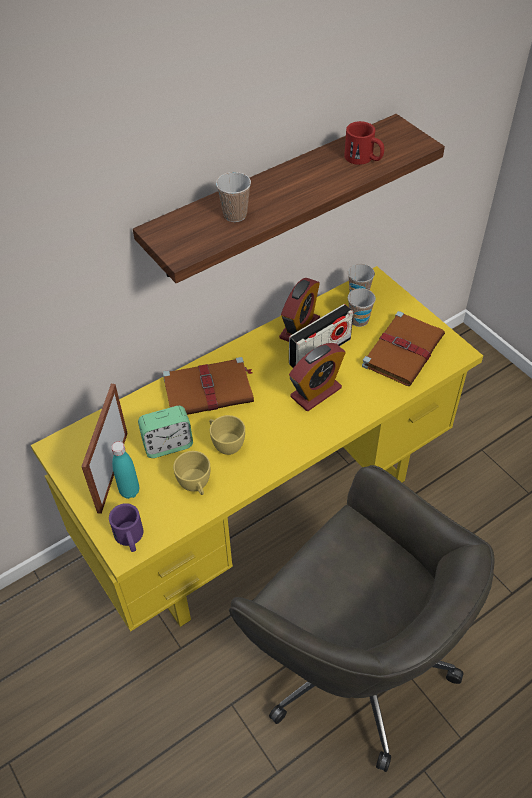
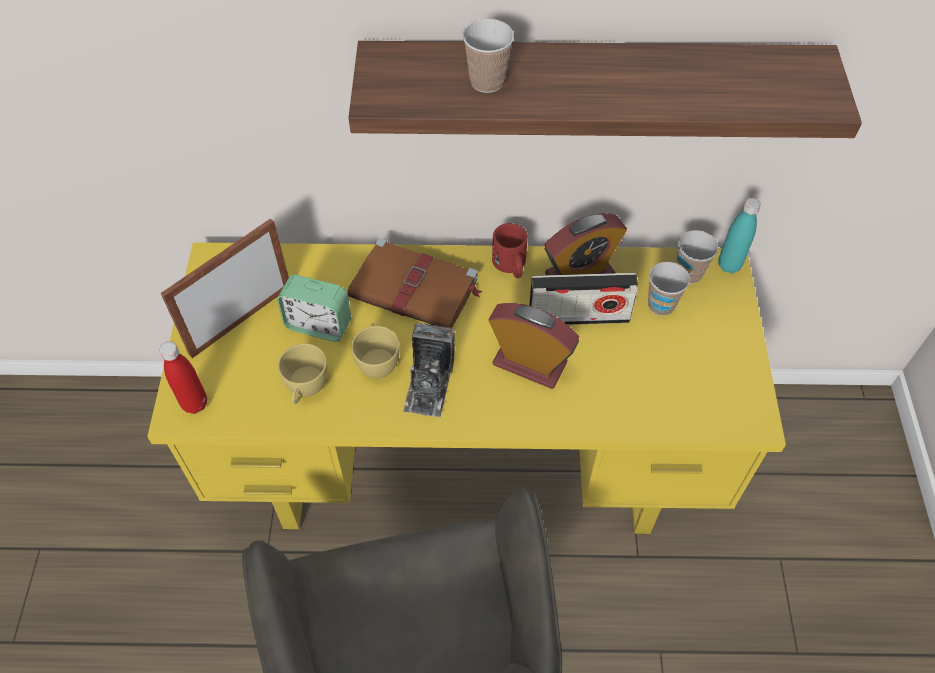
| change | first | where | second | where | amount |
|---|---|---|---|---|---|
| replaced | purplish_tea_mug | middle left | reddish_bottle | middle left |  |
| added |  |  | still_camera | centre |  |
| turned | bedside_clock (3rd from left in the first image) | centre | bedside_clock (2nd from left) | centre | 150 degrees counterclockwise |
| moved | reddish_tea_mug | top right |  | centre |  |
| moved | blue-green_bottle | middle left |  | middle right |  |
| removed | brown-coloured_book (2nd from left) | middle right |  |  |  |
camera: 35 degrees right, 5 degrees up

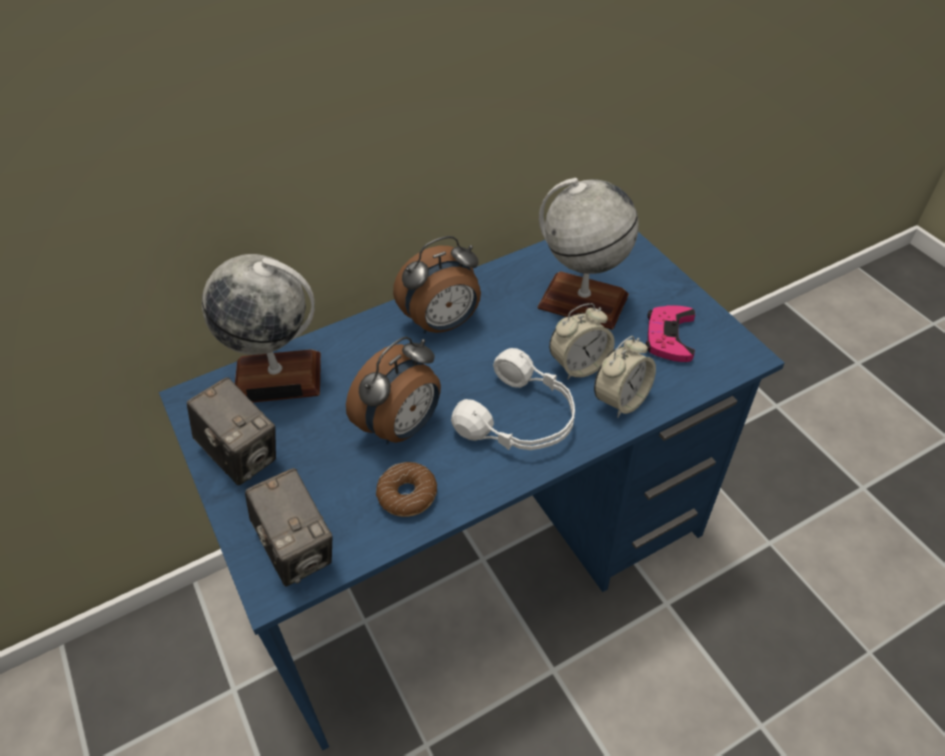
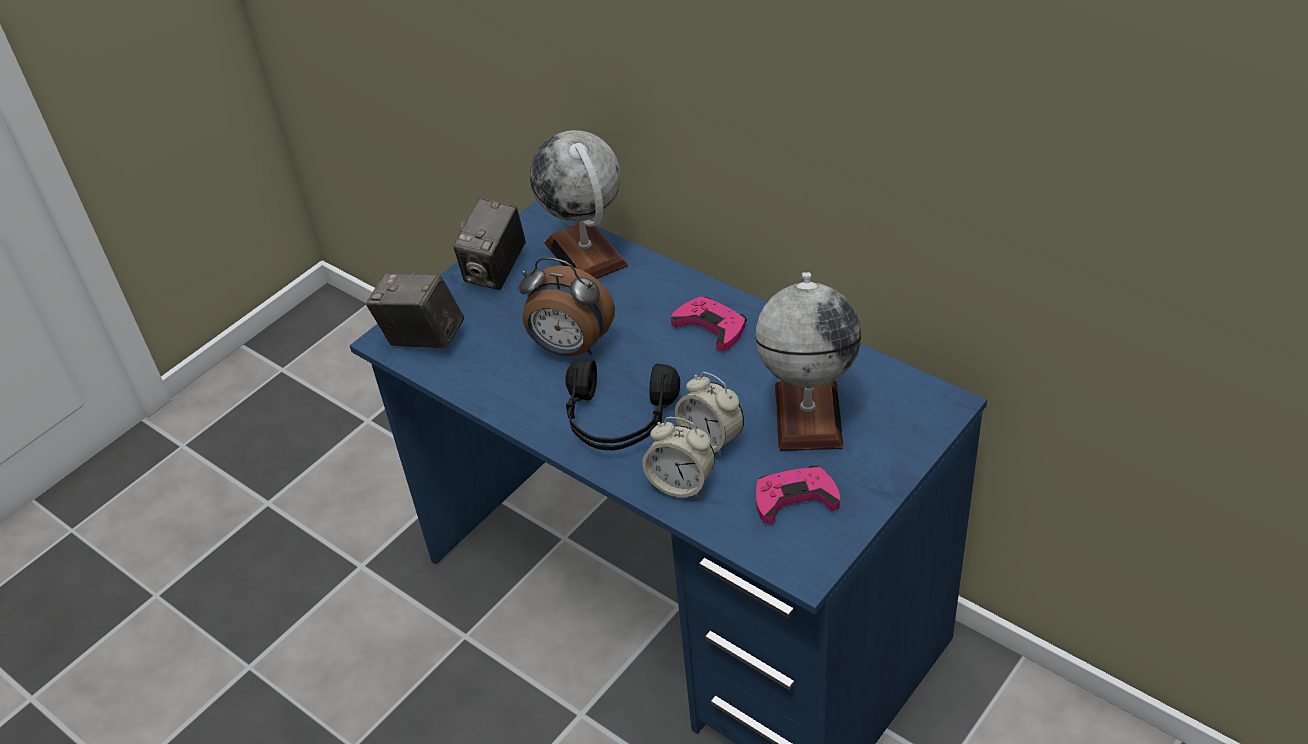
| change | first | where | second | where | amount |
|---|---|---|---|---|---|
| turned | still_camera (2nd from left in the first image) | bottom left | still_camera (1st from left) | middle left | 75 degrees clockwise |
| recoloured | white-coloured_pair_of_headphones | centre | black_pair_of_headphones | centre |  |
| replaced | bedside_clock (2nd from left) | centre | pinkish_game_controller (1st from left) | centre |  |
| removed | doughnut | centre |  |  |  |
camera: 70 degrees right, 5 degrees down

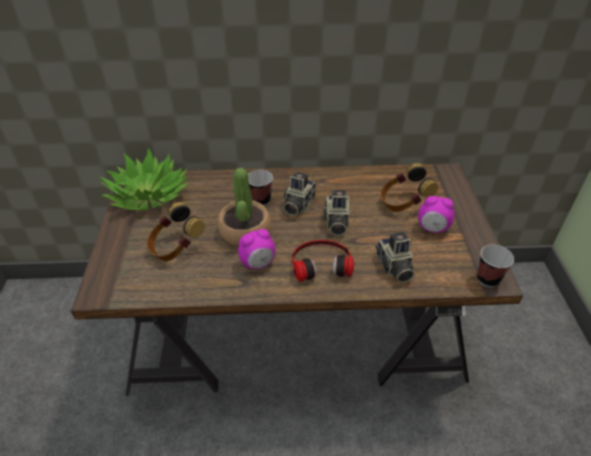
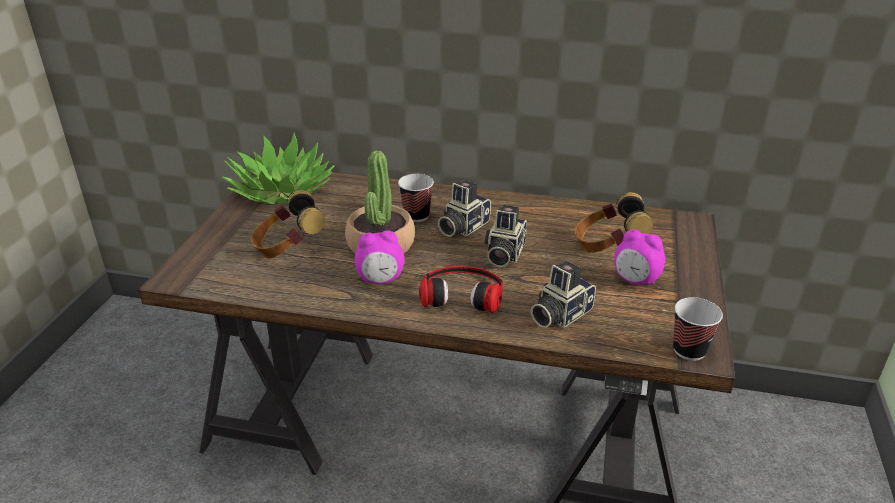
| change | first | where | second | where | amount |
|---|---|---|---|---|---|
| turned | still_camera (3rd from left) | middle right |  | centre | 45 degrees clockwise |
camera: 15 degrees right, 10 degrees down

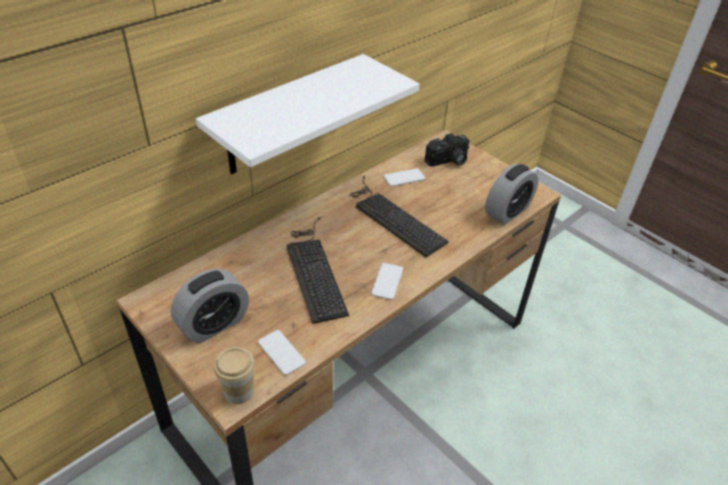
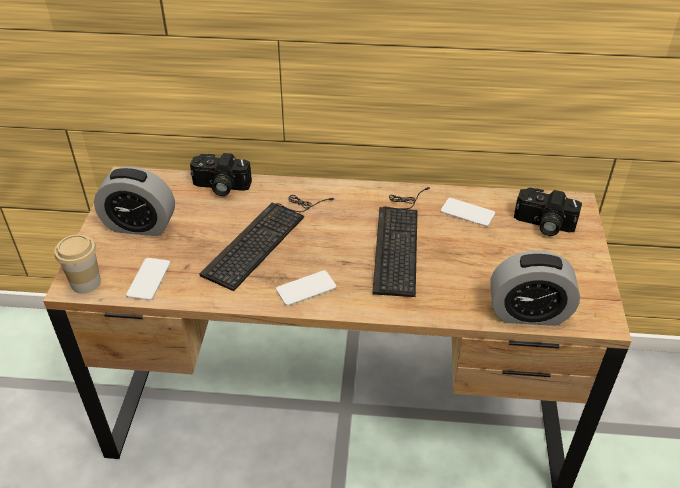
| change | first | where | second | where | amount |
|---|---|---|---|---|---|
| added |  |  | still_camera (1st from left) | middle left |  |
| removed | white-coloured_bracket_shelf | top centre |  |  |  |
camera: 50 degrees right, 0 degrees up

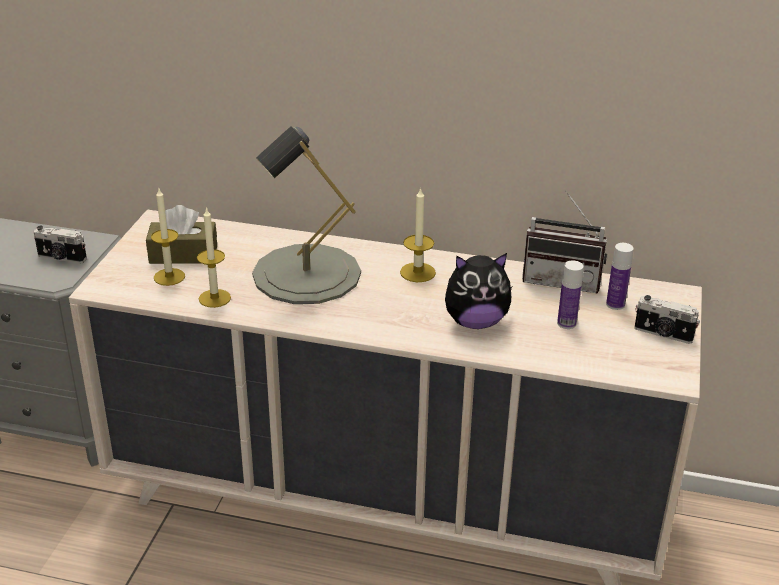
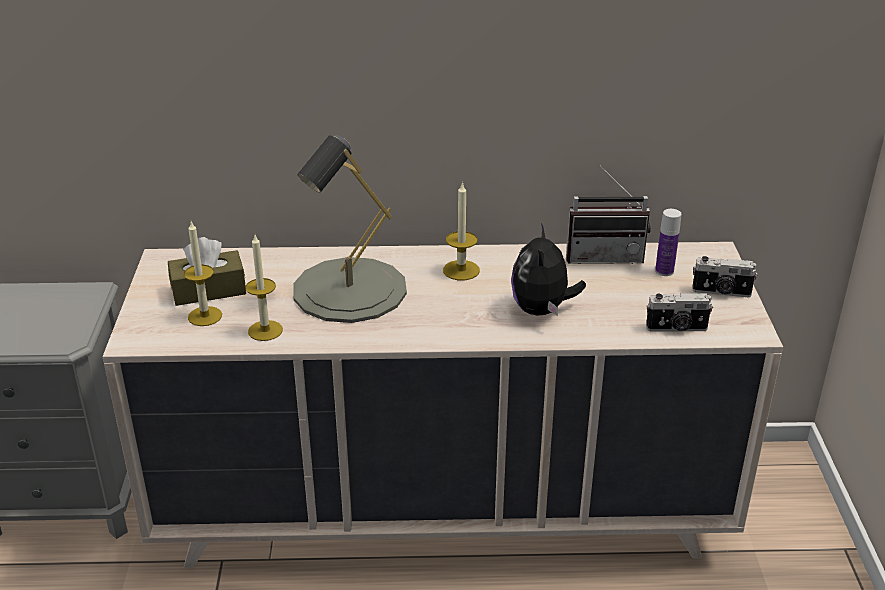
| change | first | where | second | where | amount |
|---|---|---|---|---|---|
| turned | plush_toy | centre |  | centre | 120 degrees clockwise |
| moved | still_camera (1st from left) | middle left |  | middle right |  |
| removed | bottle (1st from left) | middle right |  |  |  |
camera: 15 degrees left, 0 degrees up

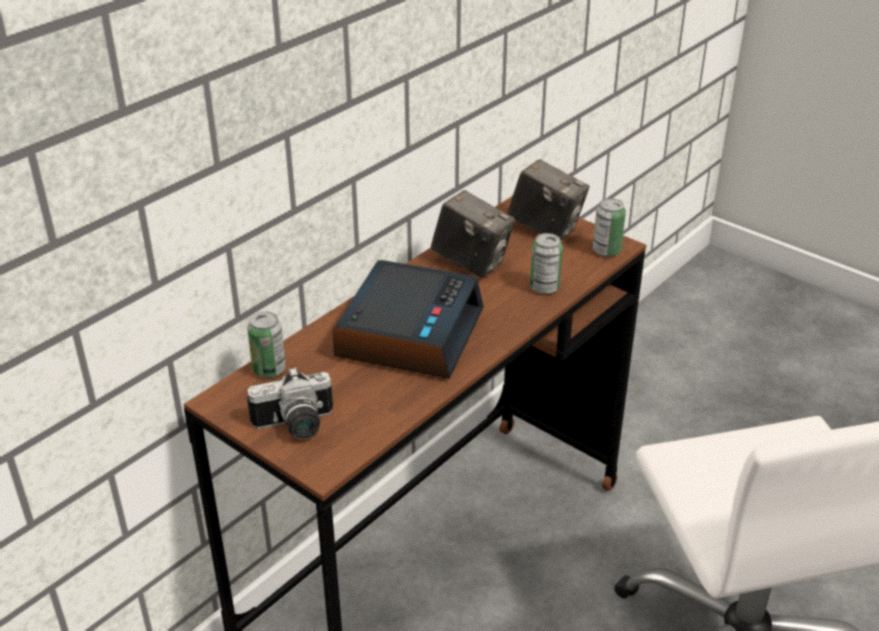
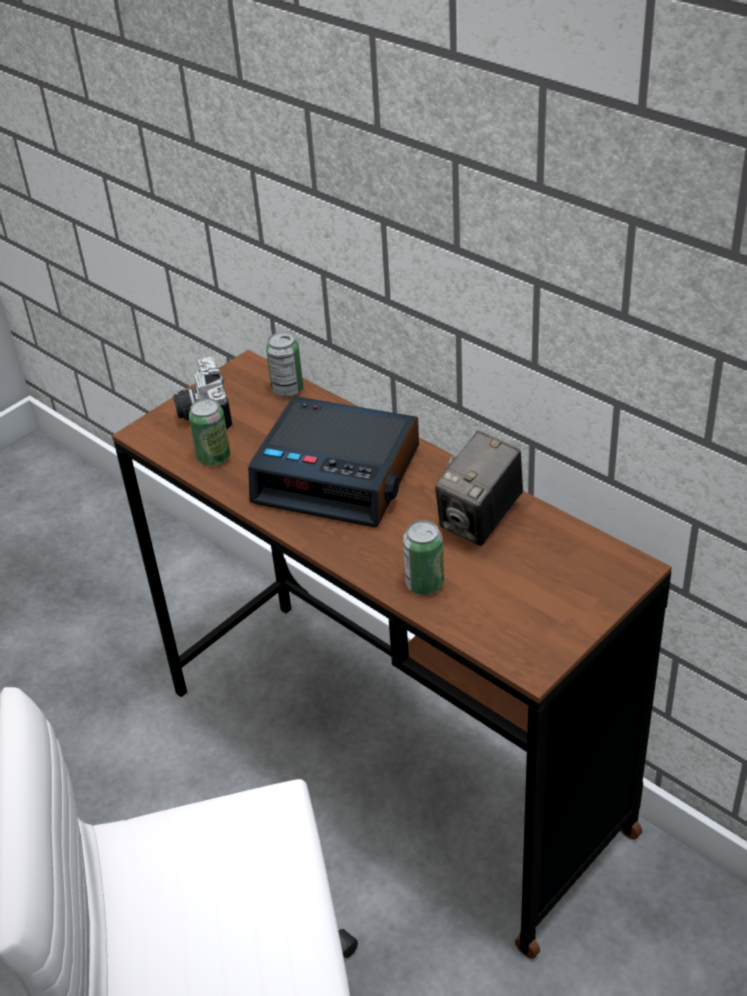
| change | first | where | second | where | amount |
|---|---|---|---|---|---|
| moved | sealed_can (3rd from left in the first image) | middle right | sealed_can (1st from left) | middle left |  |
| removed | still_camera (3rd from left) | top centre |  |  |  |
camera: 95 degrees right, 5 degrees up

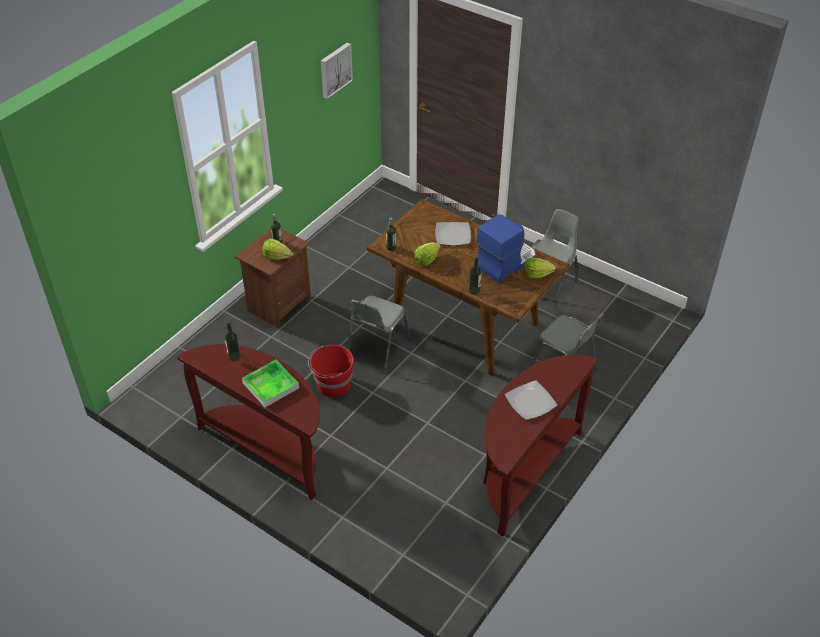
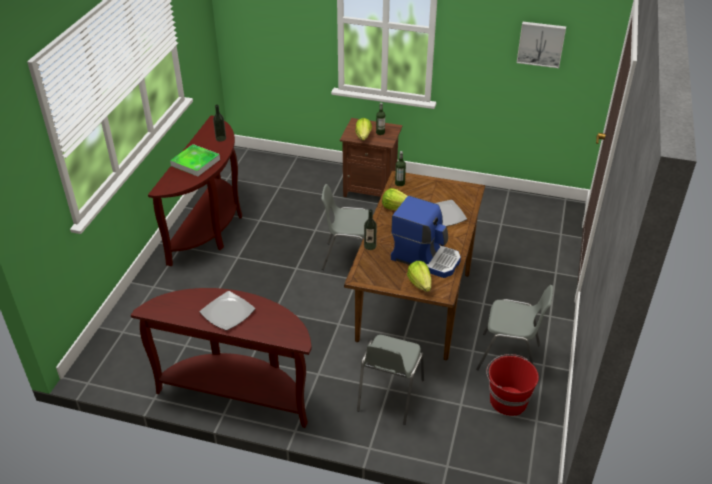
| change | first | where | second | where | amount |
|---|---|---|---|---|---|
| moved | reddish_water_bucket | centre |  | bottom right |  |
camera: 70 degrees right, 5 degrees down

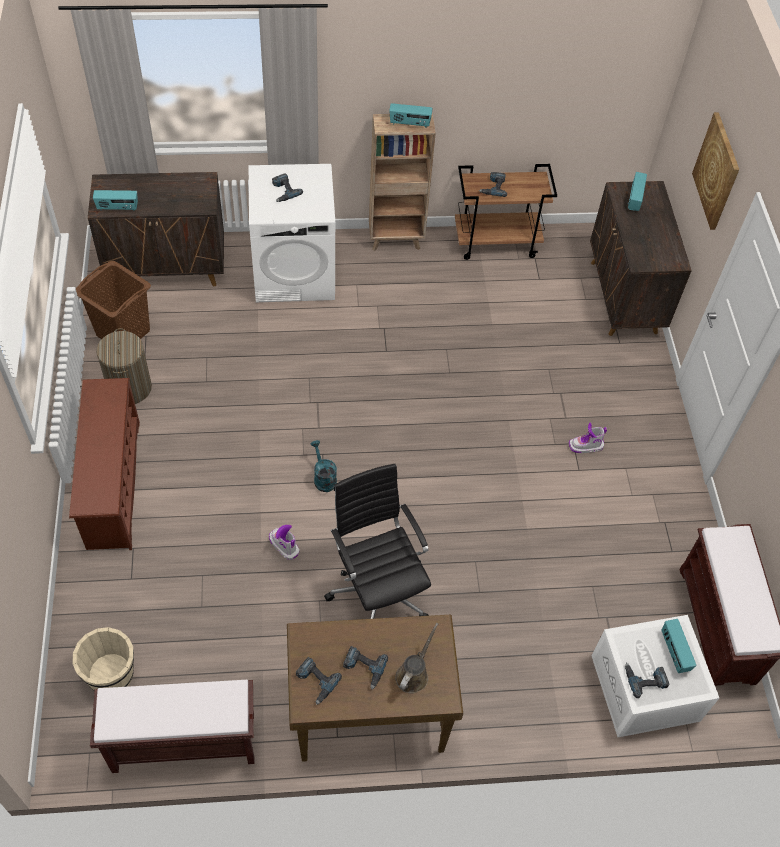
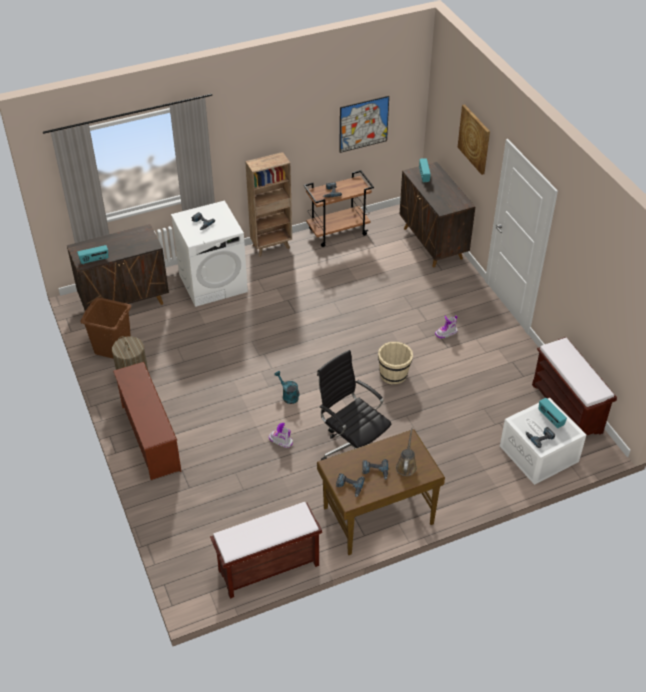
| change | first | where | second | where | amount |
|---|---|---|---|---|---|
| added |  |  | picture (1st from left) | top centre |  |
| moved | beige-coloured_water_bucket | bottom left |  | centre |  |
| removed | radio_receiver (2nd from left) | top centre |  |  |  |
camera: 15 degrees left, 10 degrees down

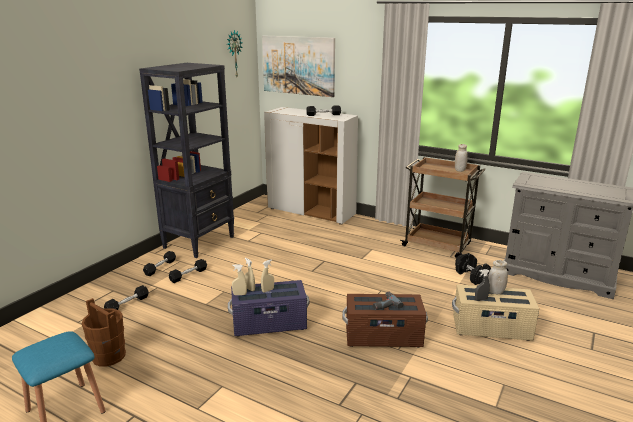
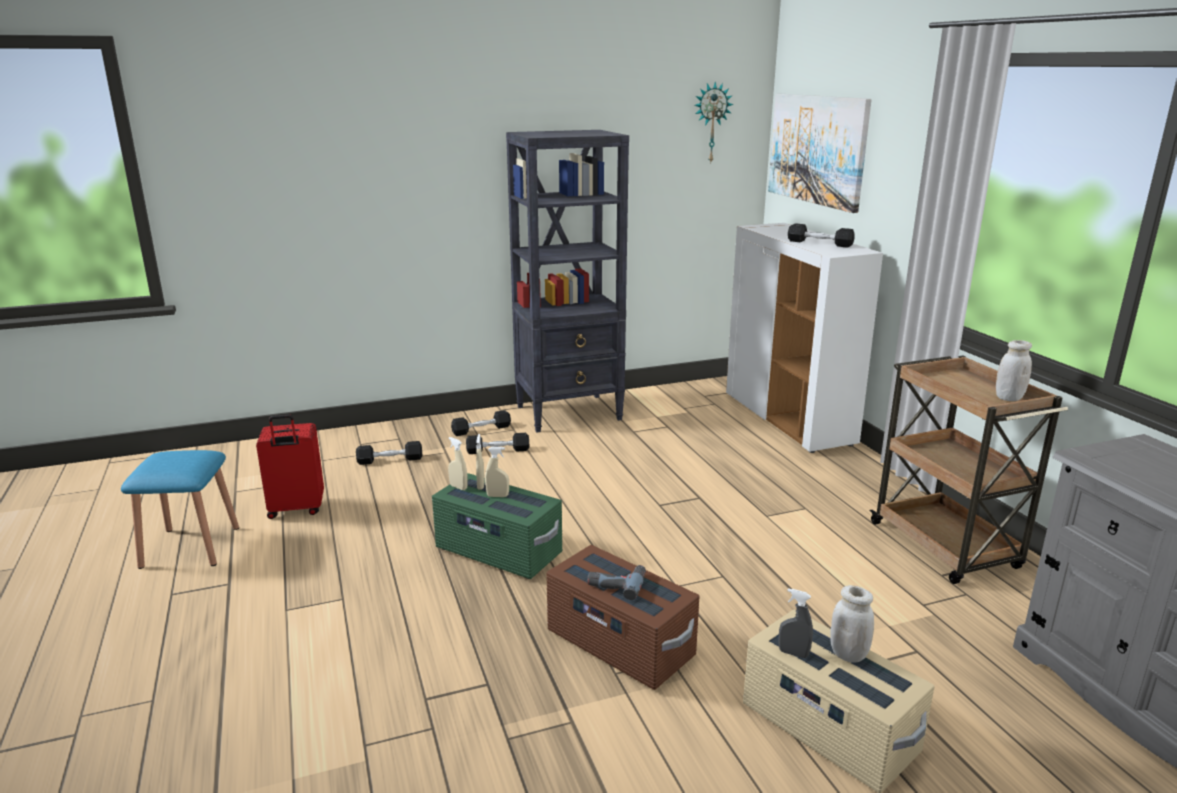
| change | first | where | second | where | amount |
|---|---|---|---|---|---|
| replaced | brown-coloured_water_bucket | bottom left | reddish_travel_case | middle left |  |
| recoloured | purplish_storage_box | bottom centre | green_storage_box | centre |  |
| removed | black_free_weight (5th from left) | middle right |  |  |  |
camera: 40 degrees right, 0 degrees up

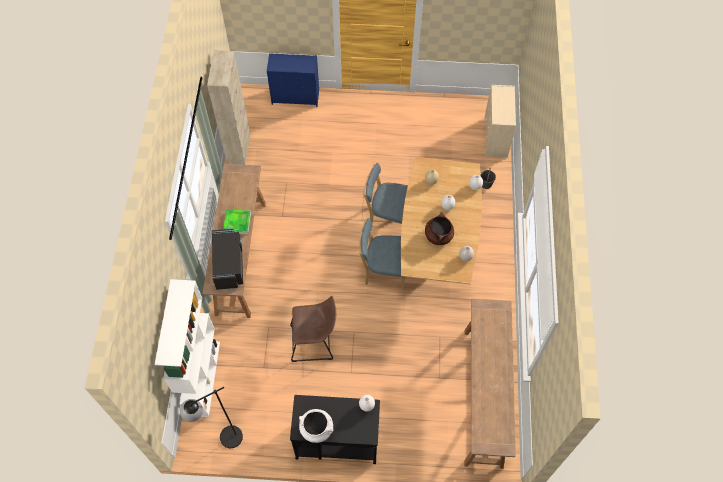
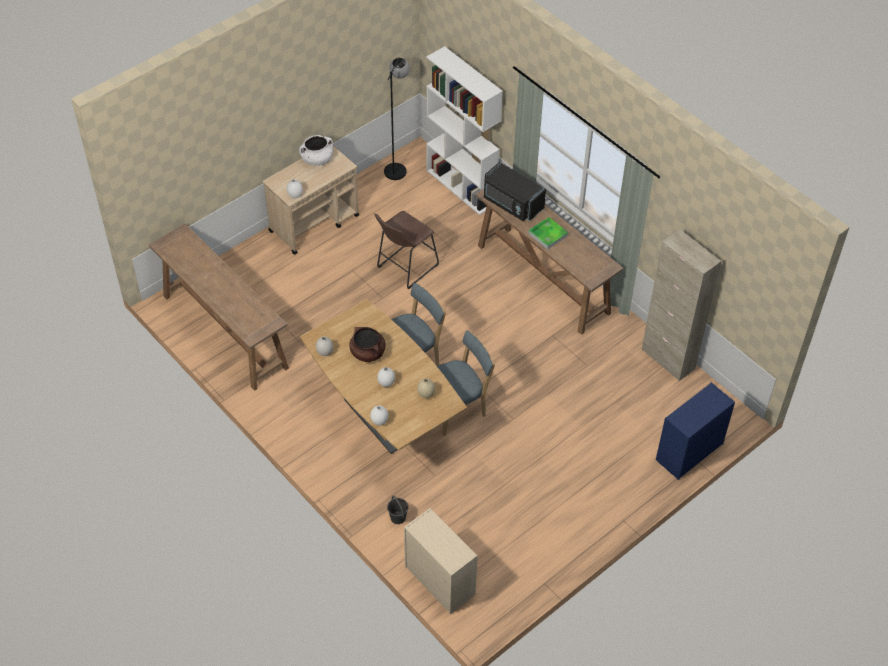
| change | first | where | second | where | amount |
|---|---|---|---|---|---|
| recoloured | black_cart | bottom centre | beige-coloured_cart | top centre |  |
camera: 135 degrees right, 10 degrees down

